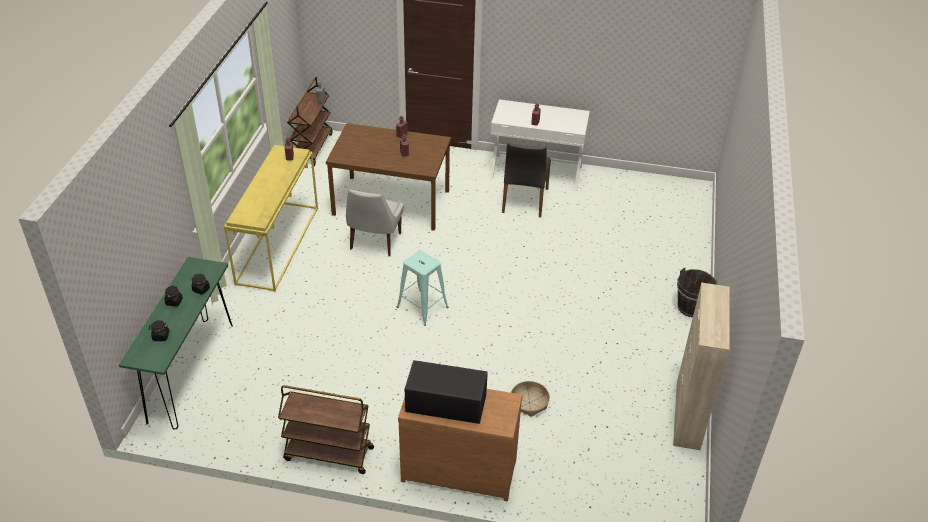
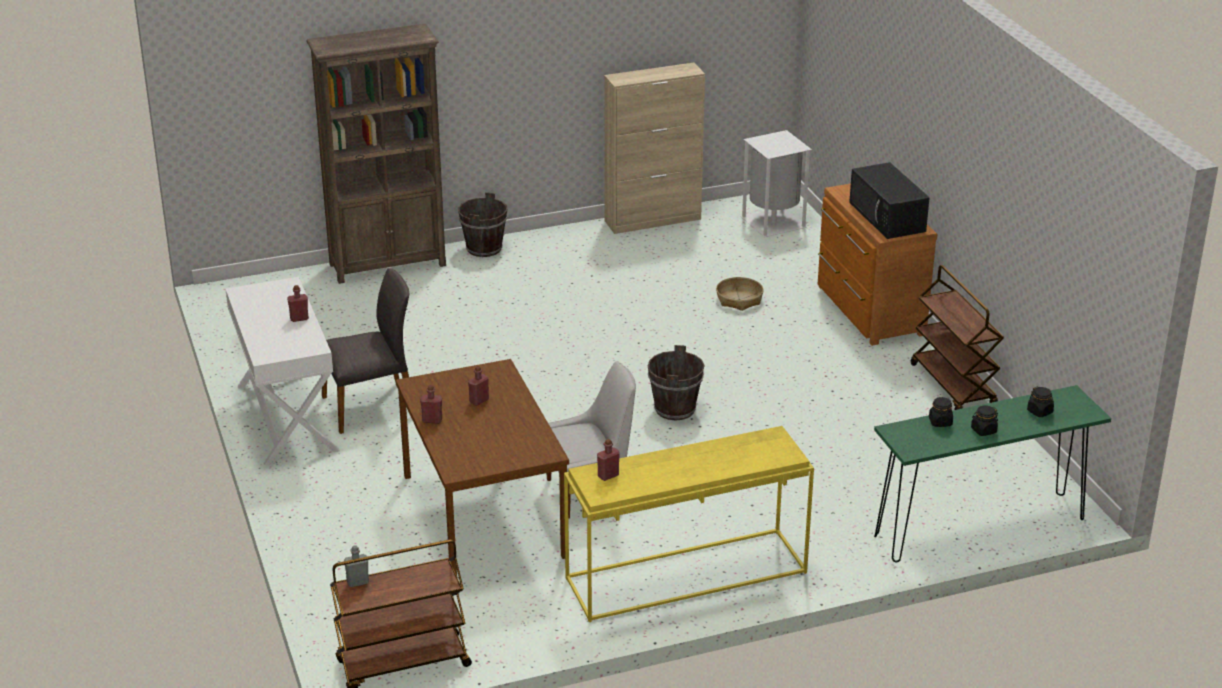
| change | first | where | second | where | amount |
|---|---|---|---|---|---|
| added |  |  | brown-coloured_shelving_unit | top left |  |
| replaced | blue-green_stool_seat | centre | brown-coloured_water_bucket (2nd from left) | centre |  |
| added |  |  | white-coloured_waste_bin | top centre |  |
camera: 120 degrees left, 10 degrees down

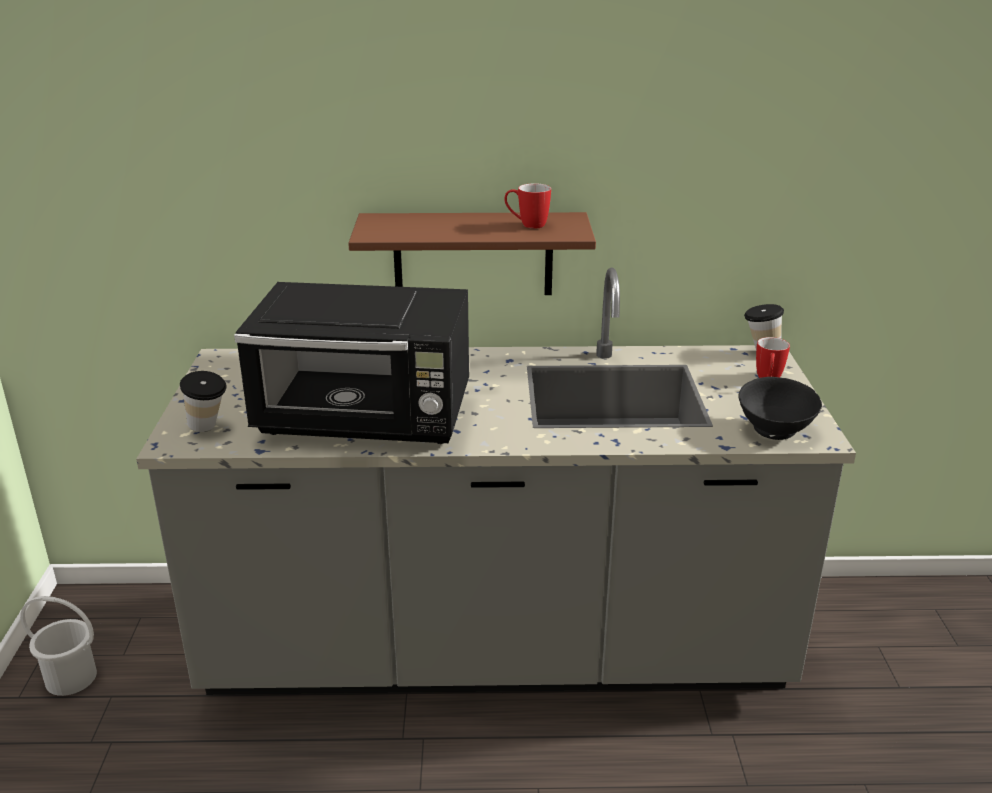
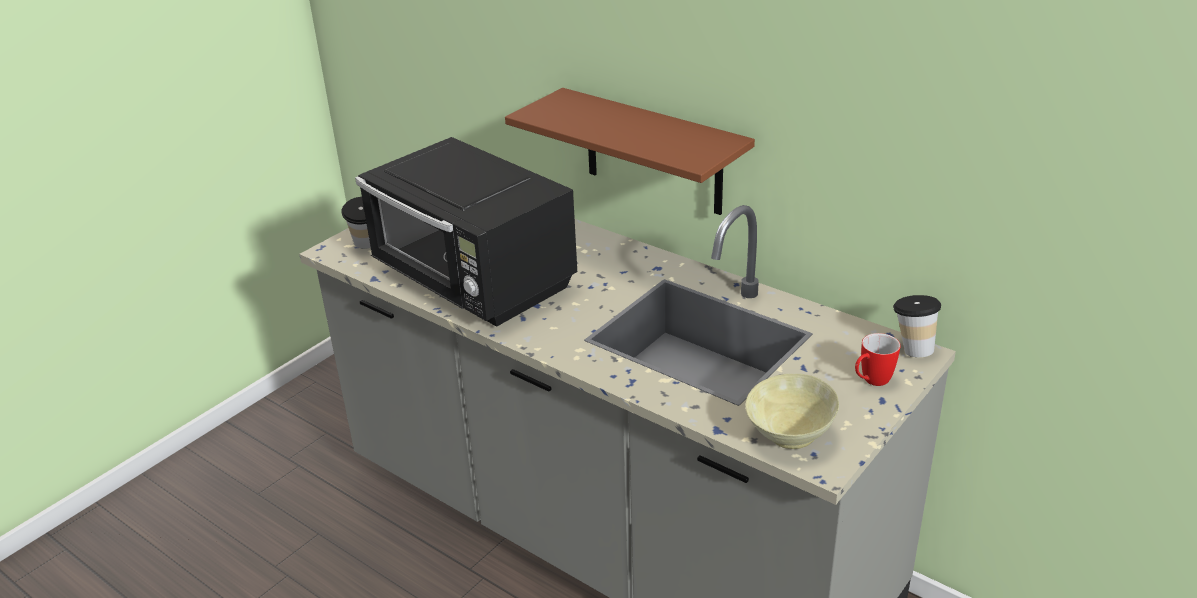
| change | first | where | second | where | amount |
|---|---|---|---|---|---|
| recoloured | black_deep_dish | middle right | beige-coloured_deep_dish | bottom centre |  |
| removed | white-coloured_water_bucket | bottom left |  |  |  |
| removed | tea_mug (1st from left) | top centre |  |  |  |
camera: 40 degrees right, 5 degrees up

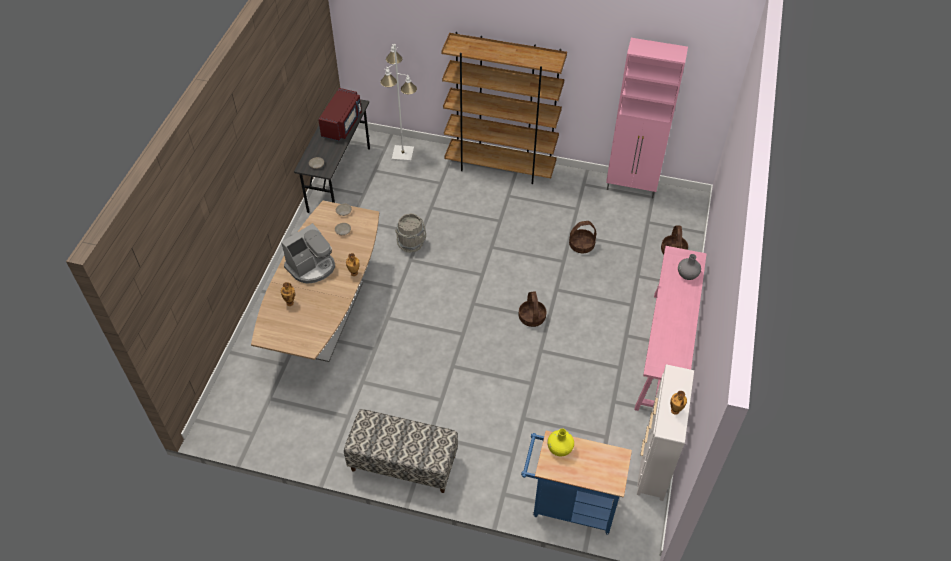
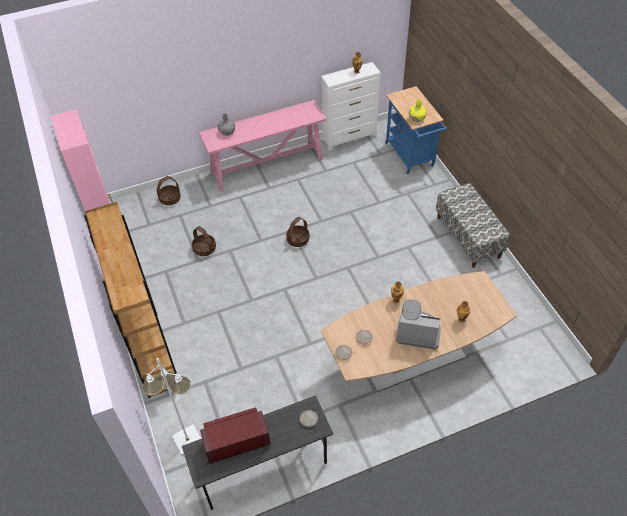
| change | first | where | second | where | amount |
|---|---|---|---|---|---|
| removed | gray_water_bucket | centre |  |  |  |
camera: 125 degrees left, 0 degrees up

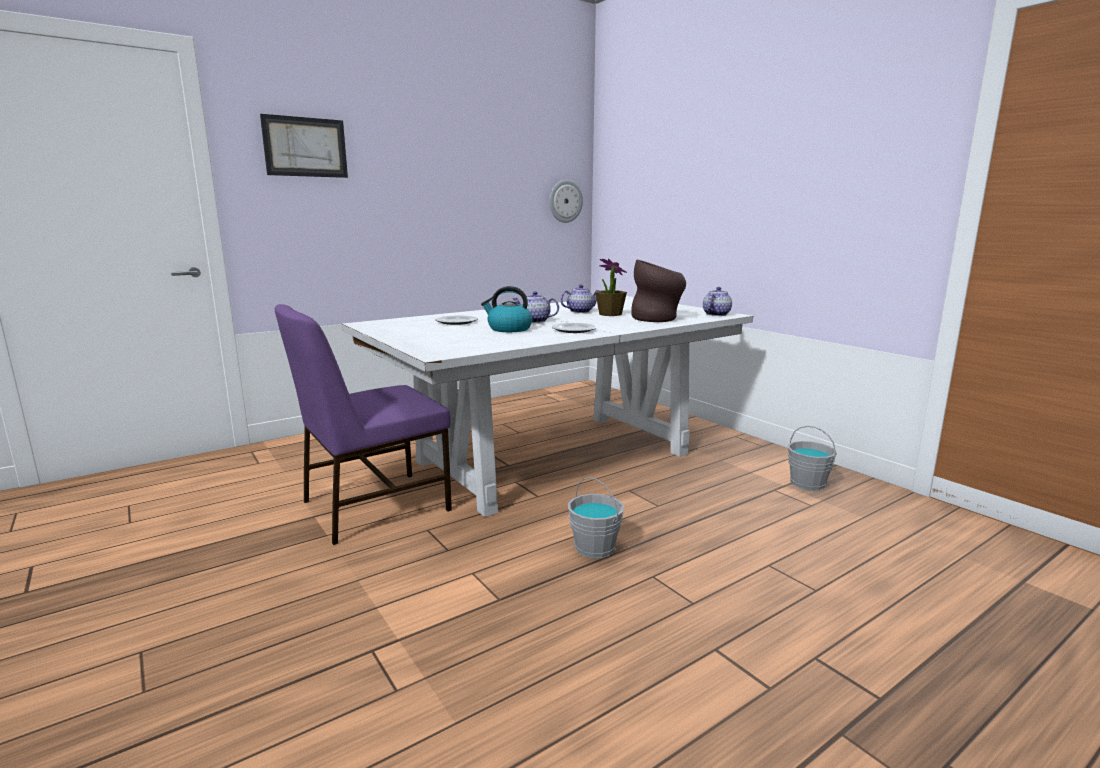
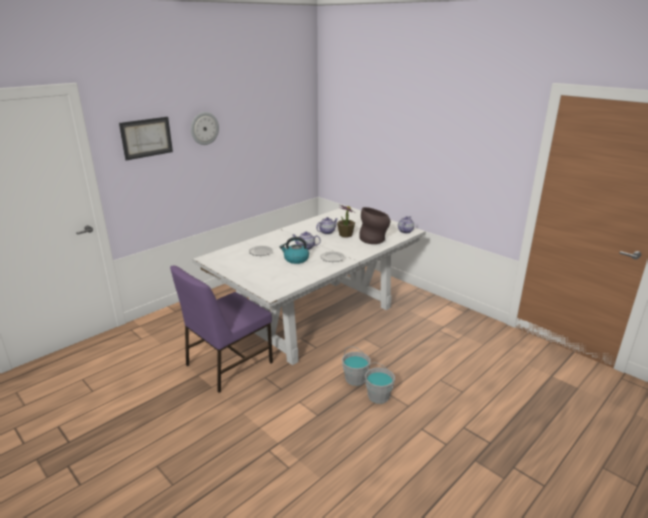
| change | first | where | second | where | amount |
|---|---|---|---|---|---|
| moved | clock_on_the_wall | top centre |  | top left |  |
| moved | gray_water_bucket (2nd from left) | middle right |  | bottom centre |  |
camera: 10 degrees left, 10 degrees up

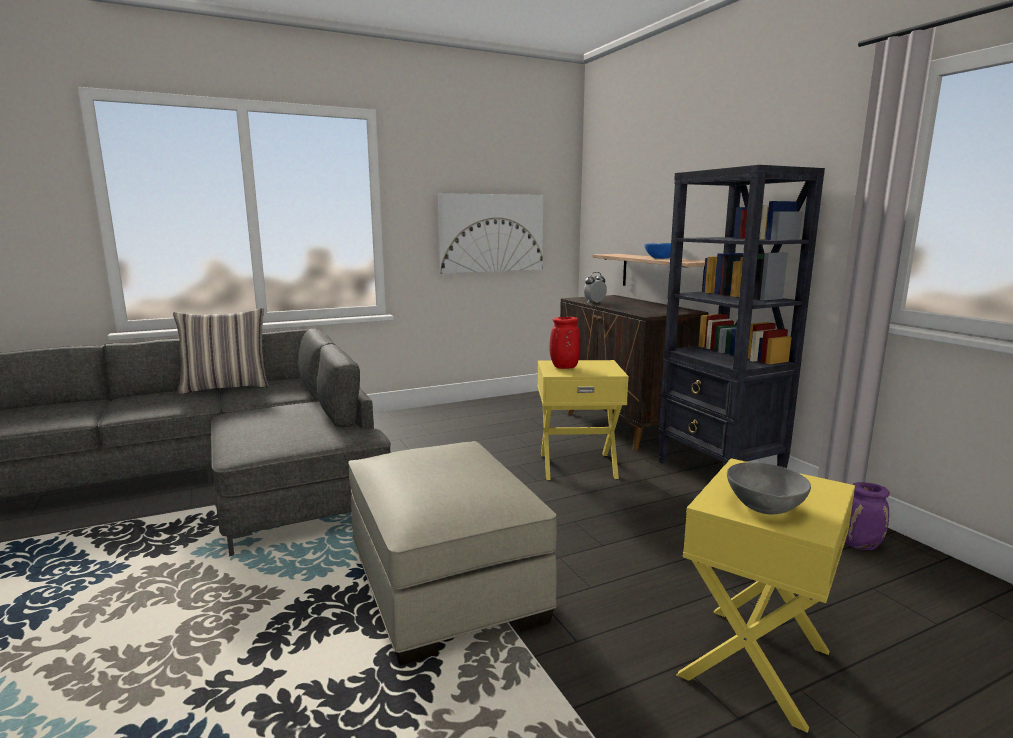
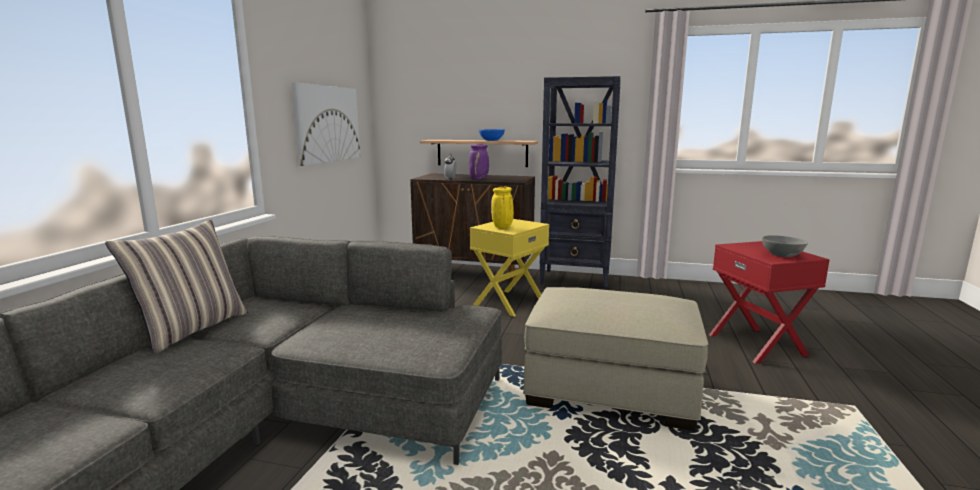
| change | first | where | second | where | amount |
|---|---|---|---|---|---|
| moved | purplish_vase | bottom right |  | top centre |  |
| recoloured | reddish_vase | centre | yellow_vase | centre |  |
| recoloured | yellow_side_table (2nd from left) | bottom right | reddish_side_table | middle right |  |
camera: 50 degrees left, 0 degrees up

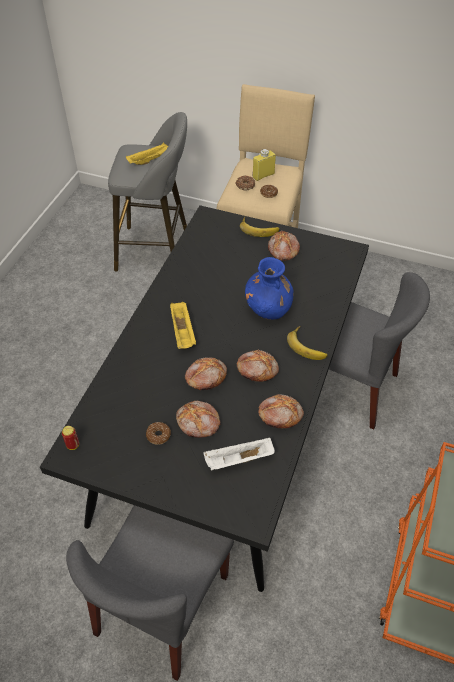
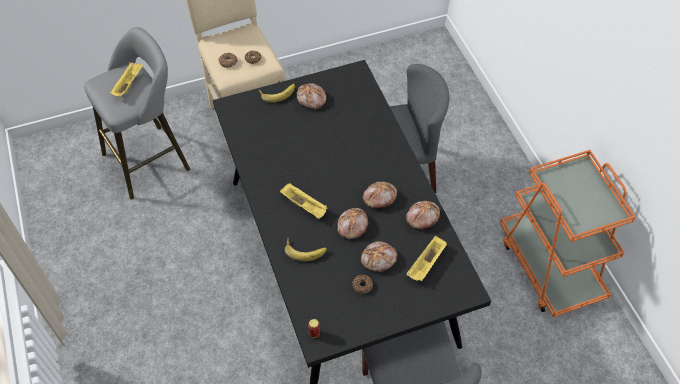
| change | first | where | second | where | amount |
|---|---|---|---|---|---|
| moved | banana_fruit (2nd from left) | middle right |  | centre |  |
| recoloured | white-coloured_serving_tray | centre | yellow_serving_tray (3rd from left) | bottom centre |  |
| removed | blue_vase | centre |  |  |  |
| removed | yellow_bottle | top centre |  |  |  |
camera: 40 degrees left, 5 degrees up

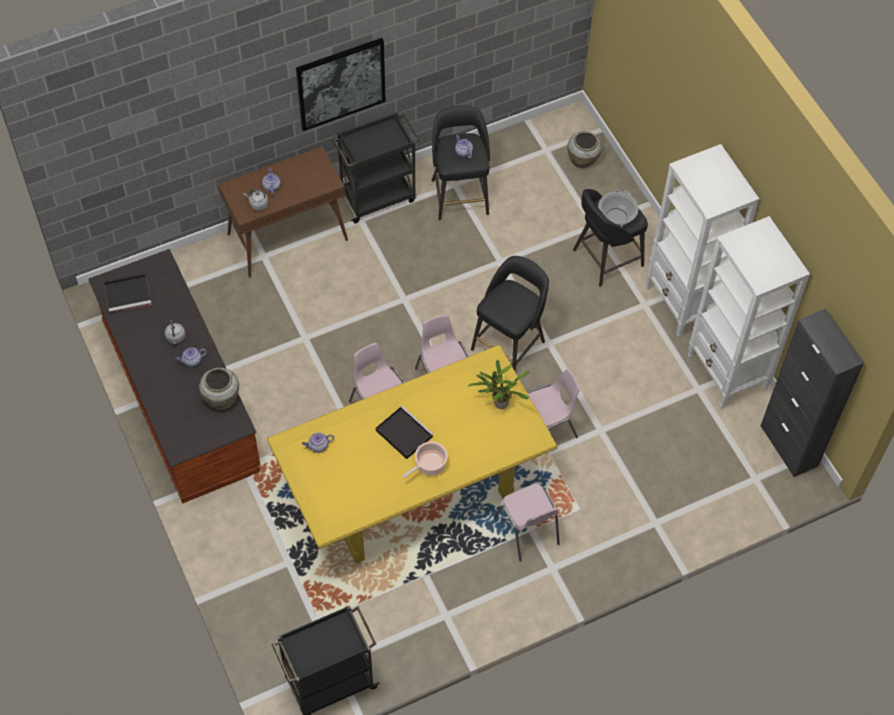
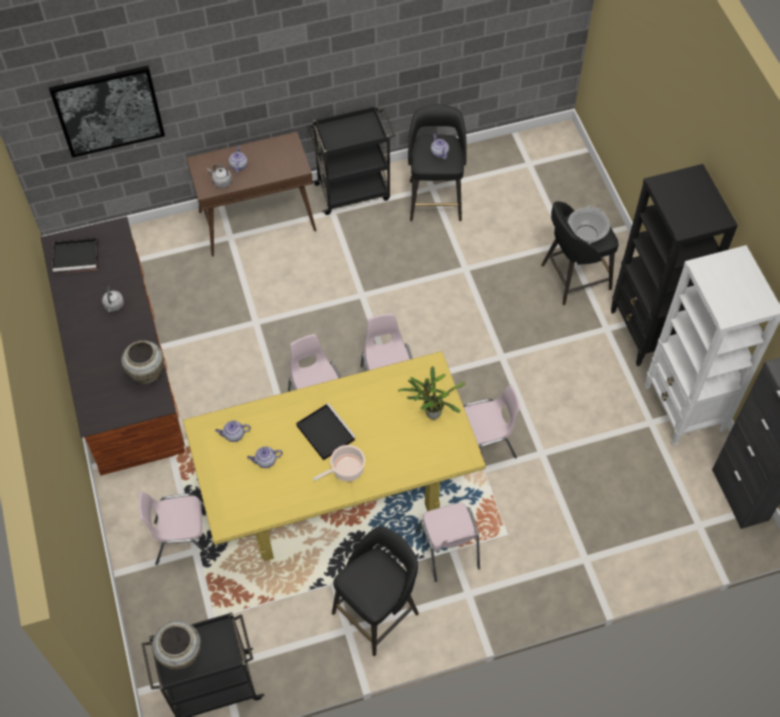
| change | first | where | second | where | amount |
|---|---|---|---|---|---|
| moved | picture | top centre |  | top left |  |
| added |  |  | pinkish_plain_chair (1st from left) | bottom left |  |
| moved | beige-coloured_vase (2nd from left) | top centre |  | bottom left |  |
| moved | tea_pot (1st from left in the first image) | middle left | tea_pot (3rd from left) | centre |  |
| moved | black_stool_seat (2nd from left in the first image) | centre | black_stool_seat (1st from left) | bottom centre |  |
| recoloured | white-coloured_shelving_unit (1st from left) | middle right | black_shelving_unit | middle right |  |
camera: 10 degrees right, 0 degrees up

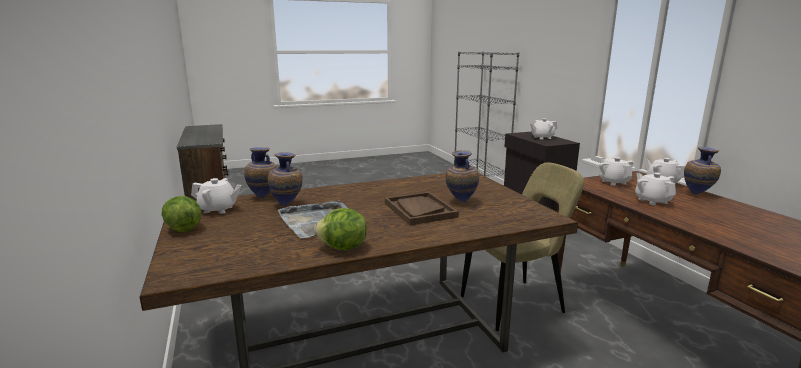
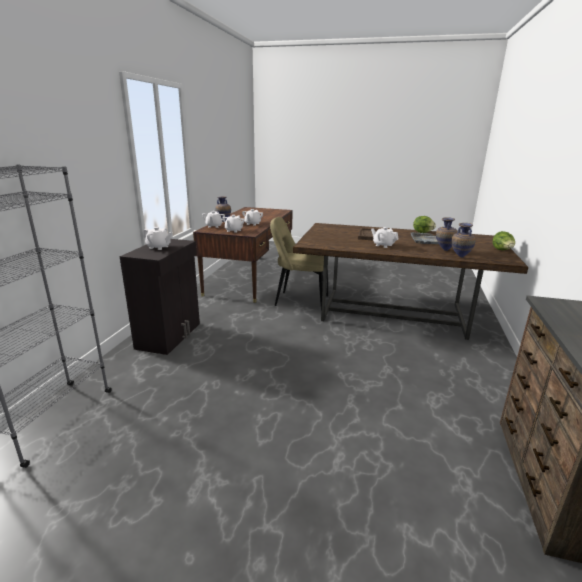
| change | first | where | second | where | amount |
|---|---|---|---|---|---|
| moved | white-coloured_tea_pot (1st from left in the first image) | middle left | white-coloured_tea_pot (5th from left) | centre |  |
| removed | vase (3rd from left) | centre |  |  |  |
camera: 145 degrees left, 5 degrees up

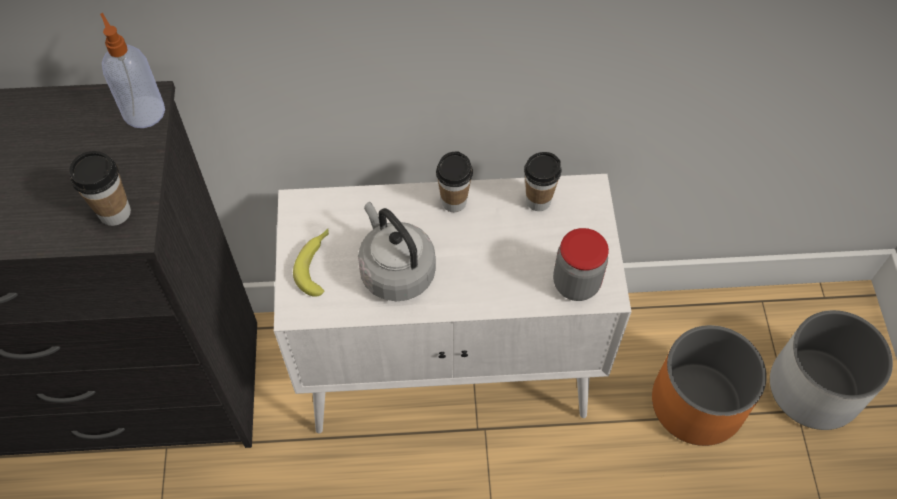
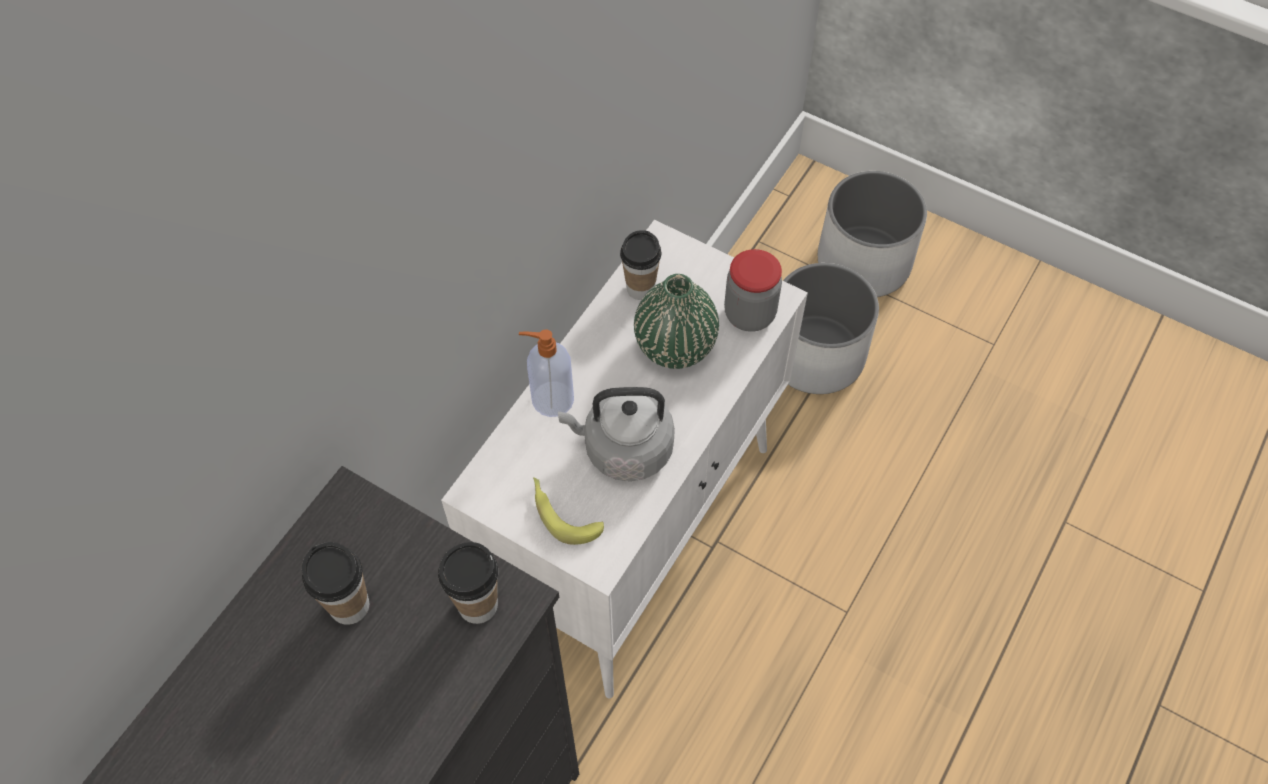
| change | first | where | second | where | amount |
|---|---|---|---|---|---|
| moved | small_cup (2nd from left in the first image) | centre | small_cup (1st from left) | bottom left |  |
| moved | liquid_soap_bottle | top left |  | centre |  |
| added |  |  | green_vase | centre |  |
| recoloured | orange-coloured_plant_pot | bottom right | white-coloured_plant_pot (1st from left) | centre |  |
camera: 55 degrees left, 0 degrees up

